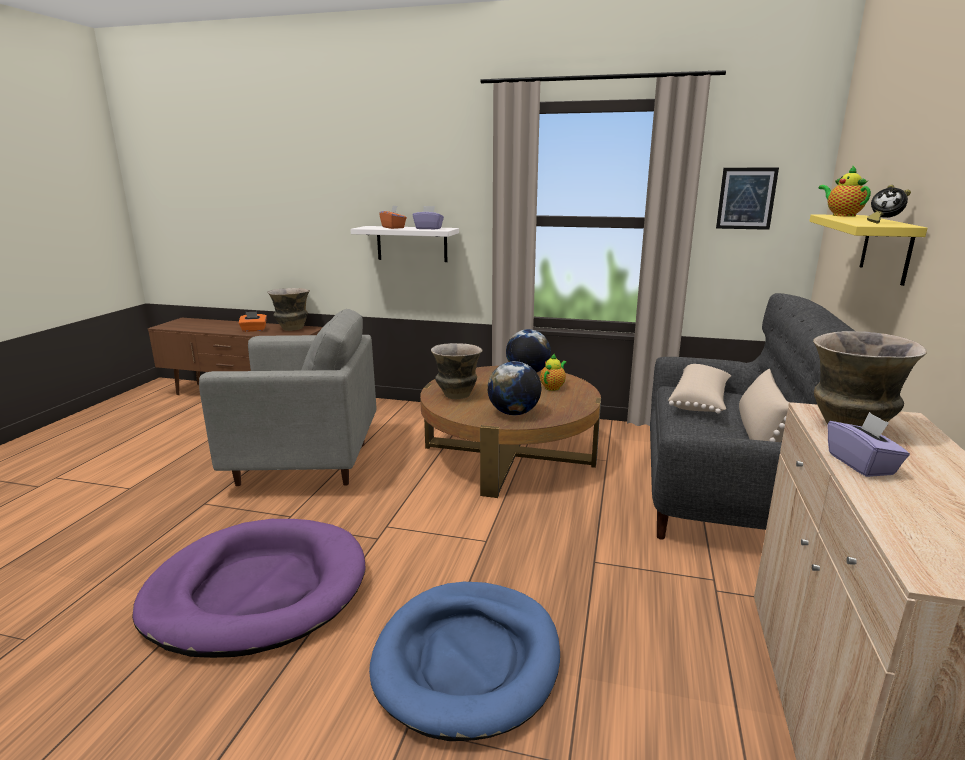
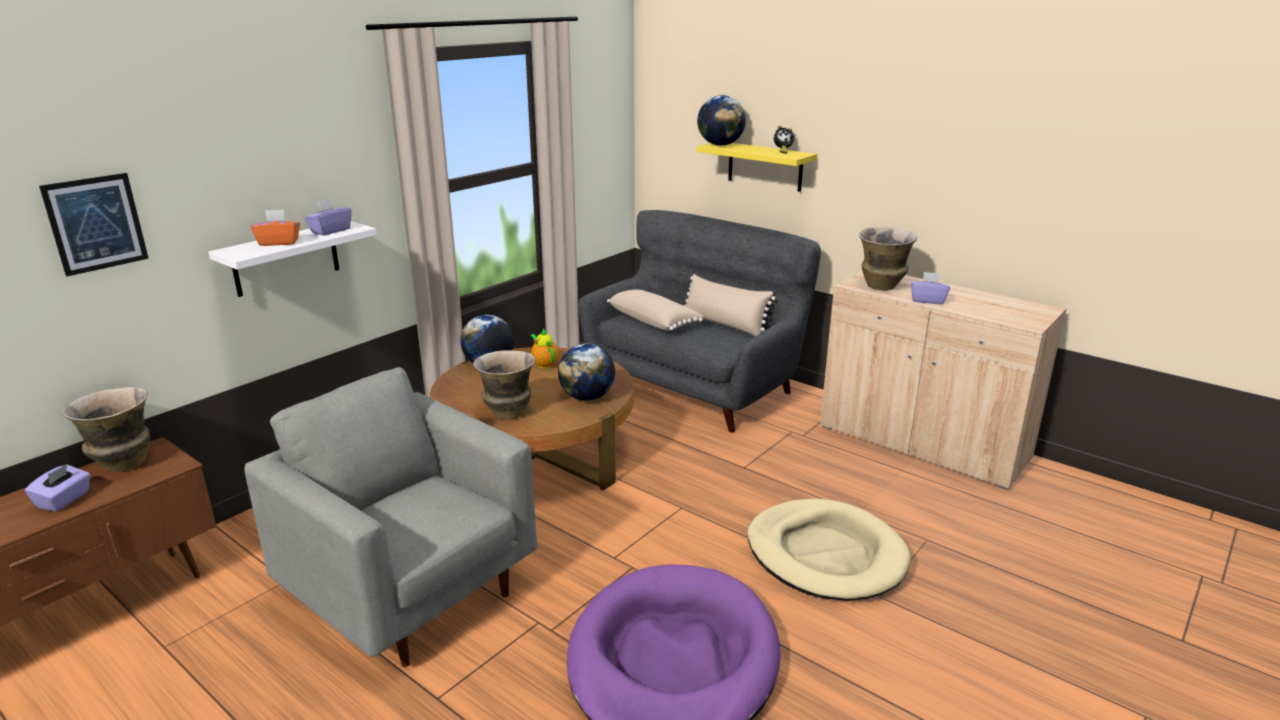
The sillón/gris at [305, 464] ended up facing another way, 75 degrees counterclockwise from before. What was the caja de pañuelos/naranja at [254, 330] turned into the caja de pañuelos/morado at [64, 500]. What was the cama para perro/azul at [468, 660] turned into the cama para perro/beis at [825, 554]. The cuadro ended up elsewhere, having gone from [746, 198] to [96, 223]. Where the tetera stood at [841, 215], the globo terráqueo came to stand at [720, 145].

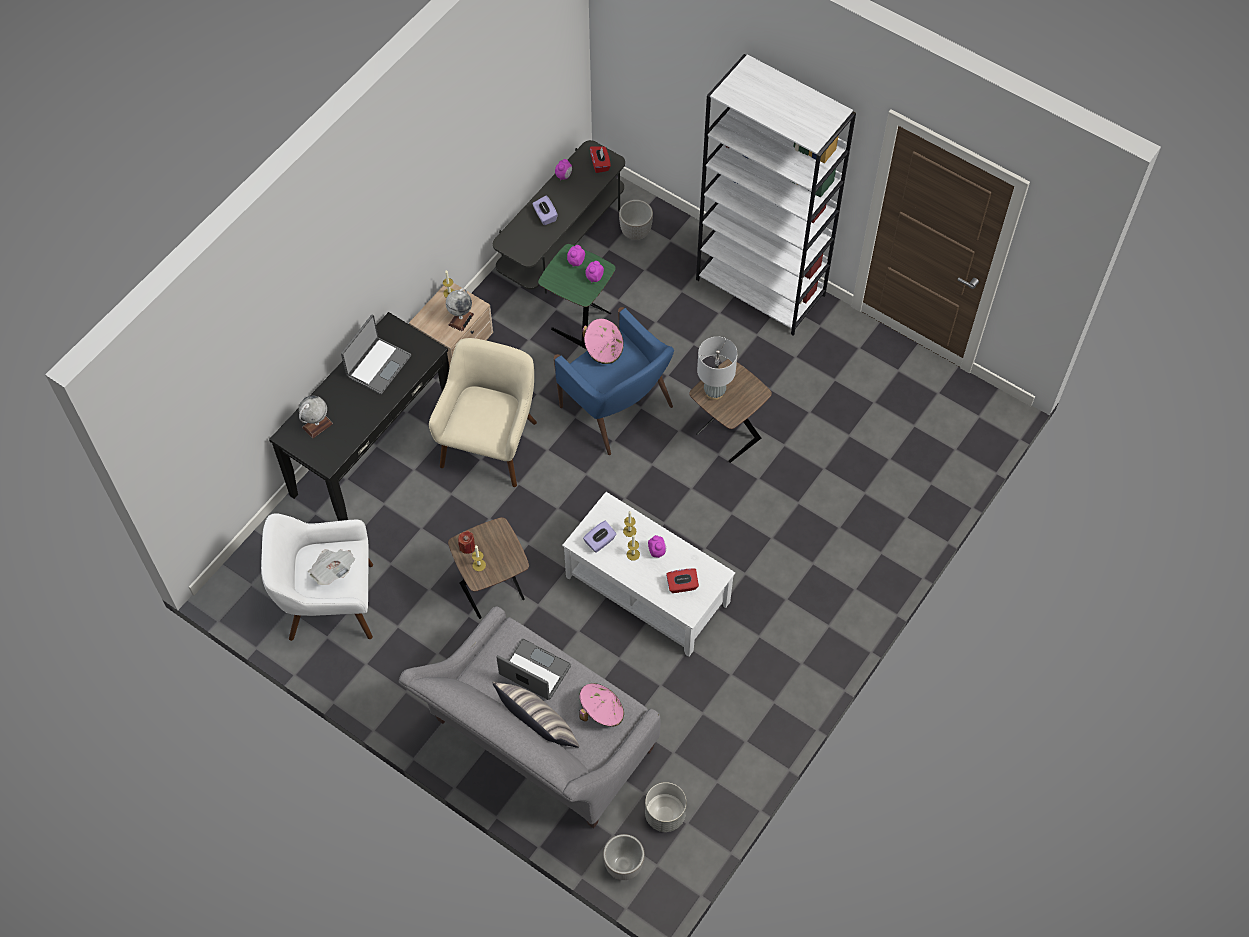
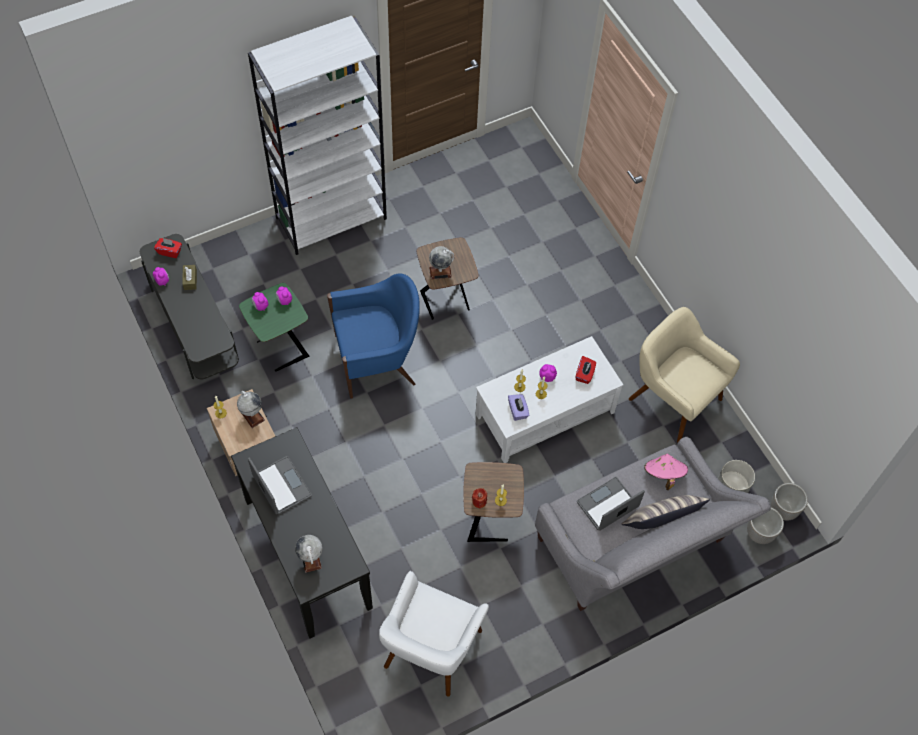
The second view lost the periódico at [333, 571]. The sillón/beis ended up elsewhere, having gone from [490, 443] to [673, 399]. The second view lost the caja de pañuelos/morado at [545, 216]. The second view lost the sombrero/rosa at [603, 349]. The maceta ended up elsewhere, having gone from [636, 232] to [783, 510]. Where the lámpara de mesa/gris stood at [714, 392], the globo terráqueo came to stand at [440, 272]. The second view gained the caja de pañuelos/marrón at [190, 280].

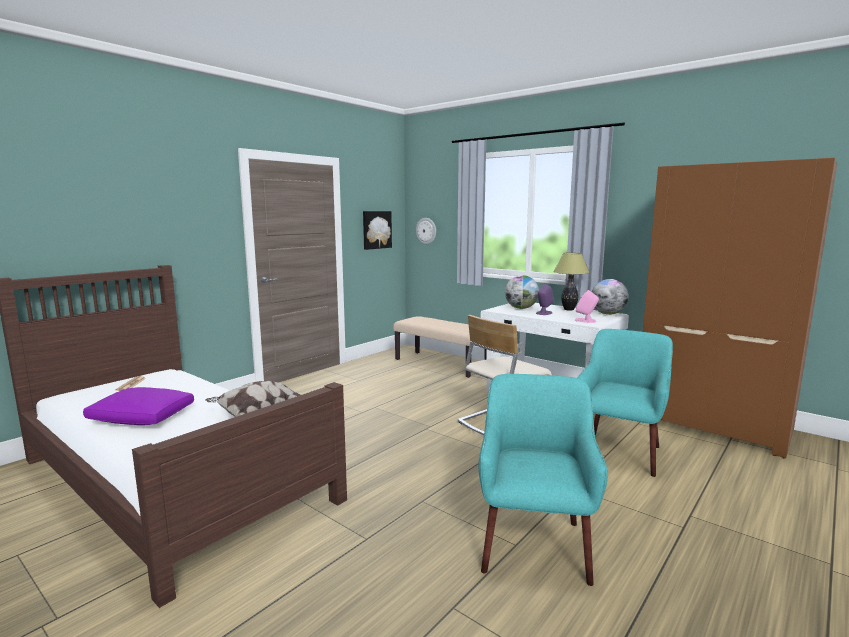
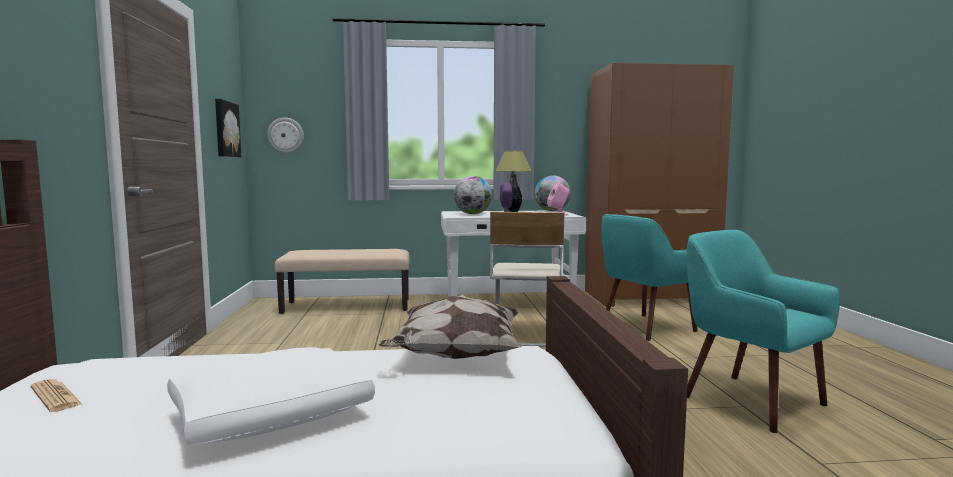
What was the cojín/morado at [141, 418] turned into the cojín/blanco at [270, 417]. The sillón/turquesa at [619, 452] ended up facing another way, 105 degrees counterclockwise from before.

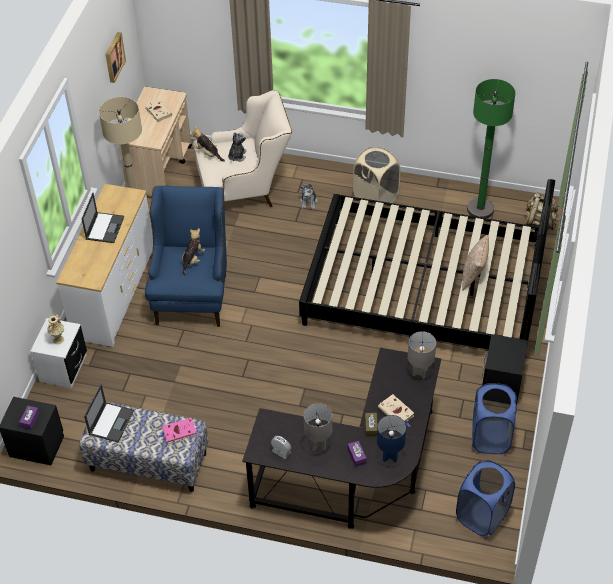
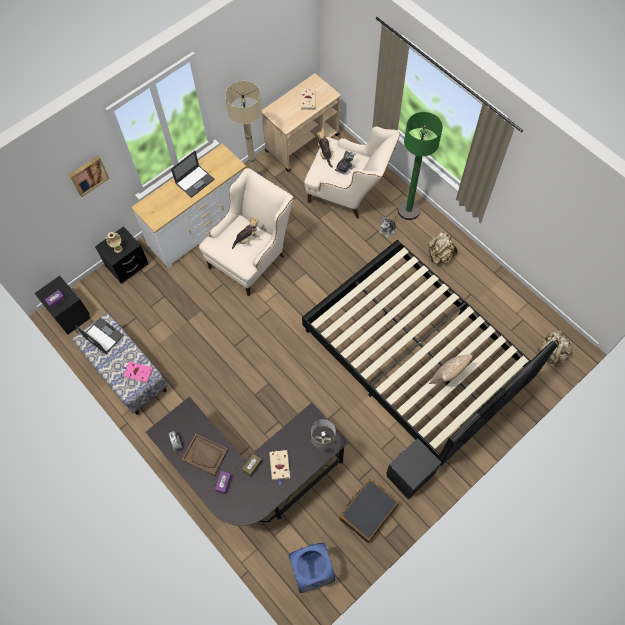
What was the mesita de noche/blanco at [63, 368] turned into the mesita de noche/negro at [127, 265]. The portátil at [111, 422] ended up facing another way, 105 degrees counterclockwise from before. The cuadro ended up elsewhere, having gone from [113, 57] to [88, 175]. What was the sillón/azul at [192, 291] turned into the sillón/beis at [251, 256]. Where the lámpara de mesa/gris stood at [318, 444], the bandeja/marrón came to stand at [205, 455]. Where the cesto de la ropa/beis stood at [375, 198], the mochila/beis came to stand at [439, 255]. The second view lost the lámpara de mesa/azul at [390, 456]. The lámpara de pie/verde ended up elsewhere, having gone from [480, 209] to [408, 210]. Where the cesto de la ropa/azul stood at [490, 437], the maleta/negro came to stand at [368, 512].

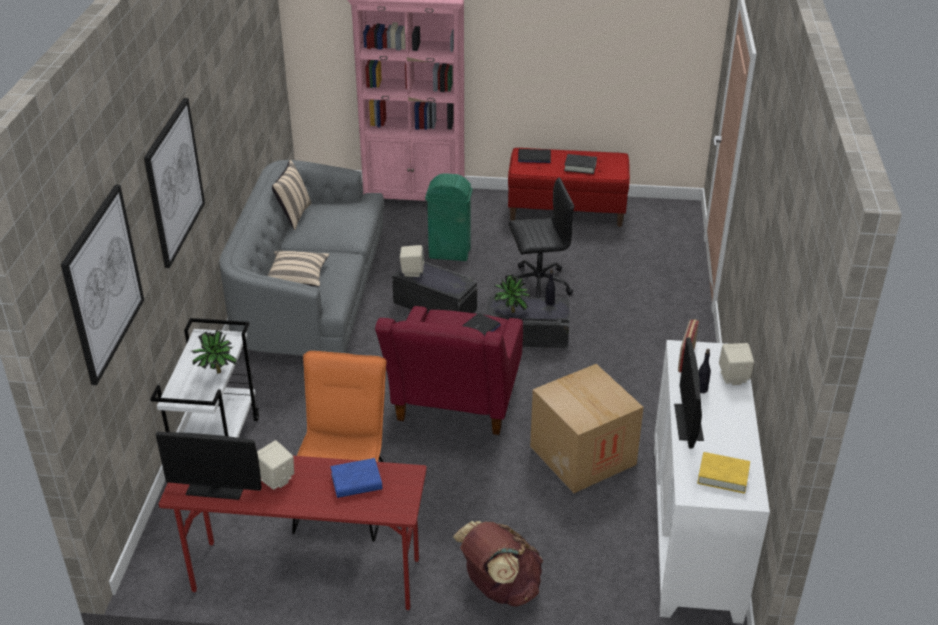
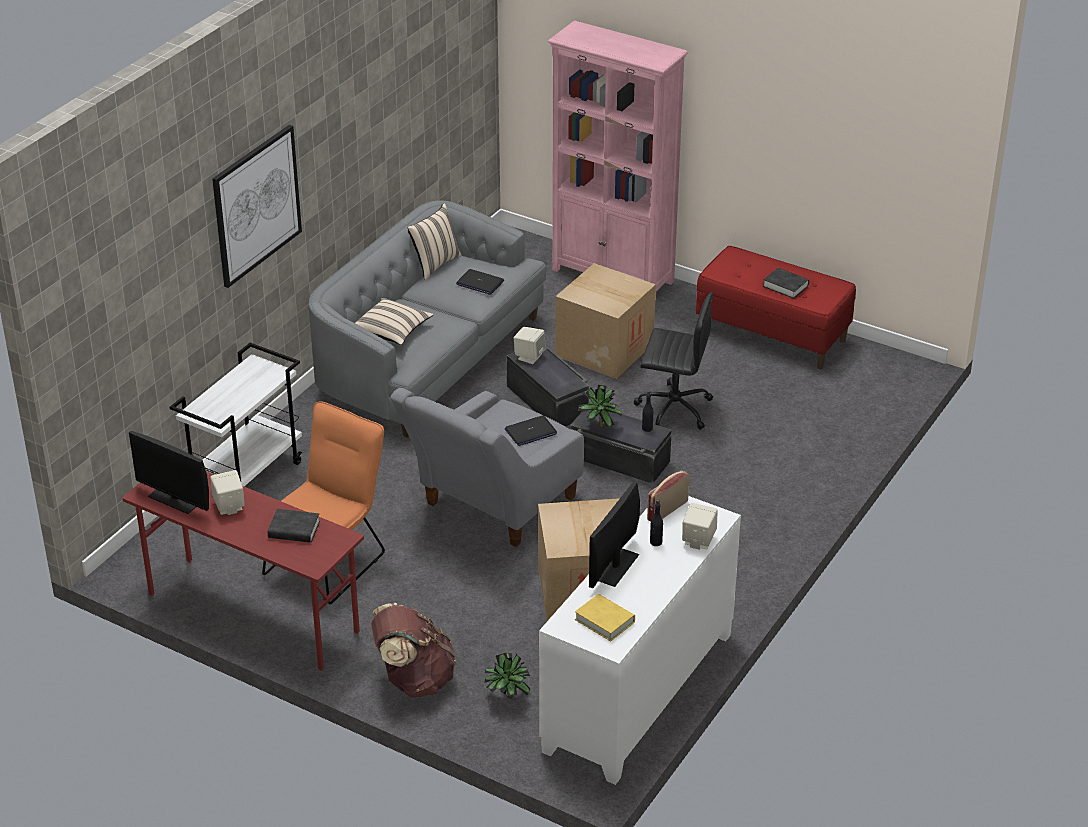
The second view lost the cuadro at [103, 283]. The planta en maceta ended up elsewhere, having gone from [216, 374] to [507, 698]. What was the libro/azul at [356, 482] turned into the libro/negro at [294, 530]. What was the sillón/rojo at [454, 406] turned into the sillón/gris at [492, 507]. Where the papelera/verde stood at [450, 254], the caja de cartón came to stand at [604, 350]. The portátil ended up elsewhere, having gone from [534, 157] to [479, 283].

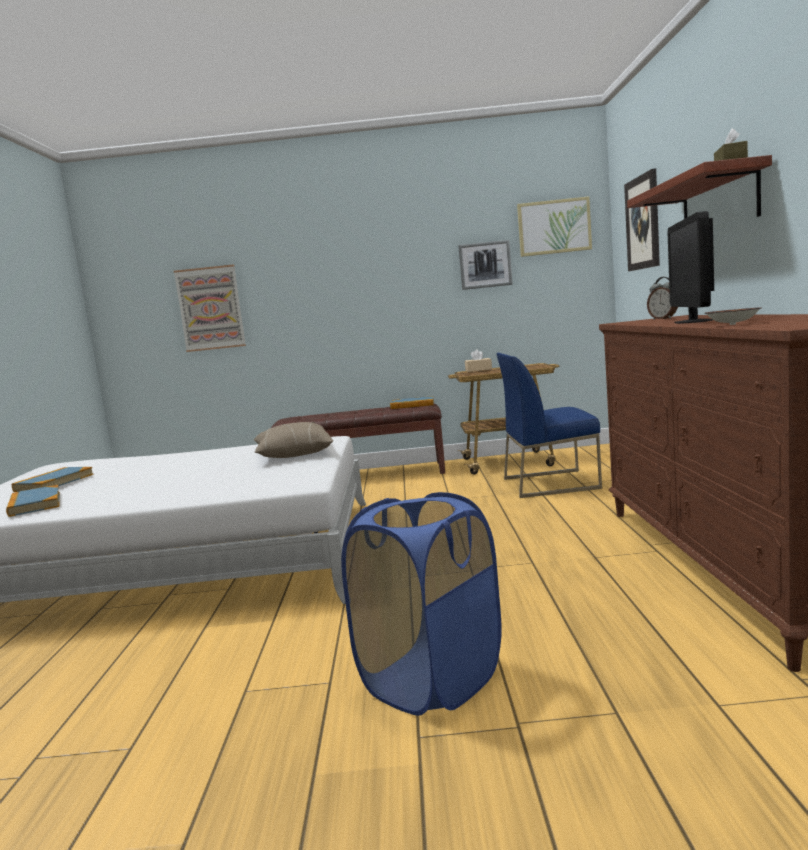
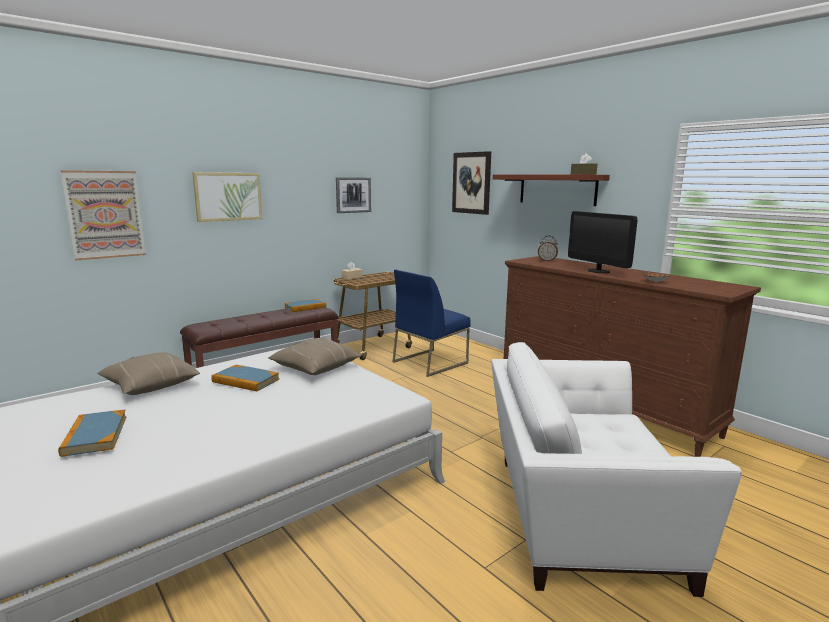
The libro ended up elsewhere, having gone from [35, 504] to [245, 381]. Where the cesto de la ropa/azul stood at [431, 680], the sillón/blanco came to stand at [576, 516]. The cuadro ended up elsewhere, having gone from [554, 227] to [228, 196]. The second view gained the cojín/beis at [150, 386].

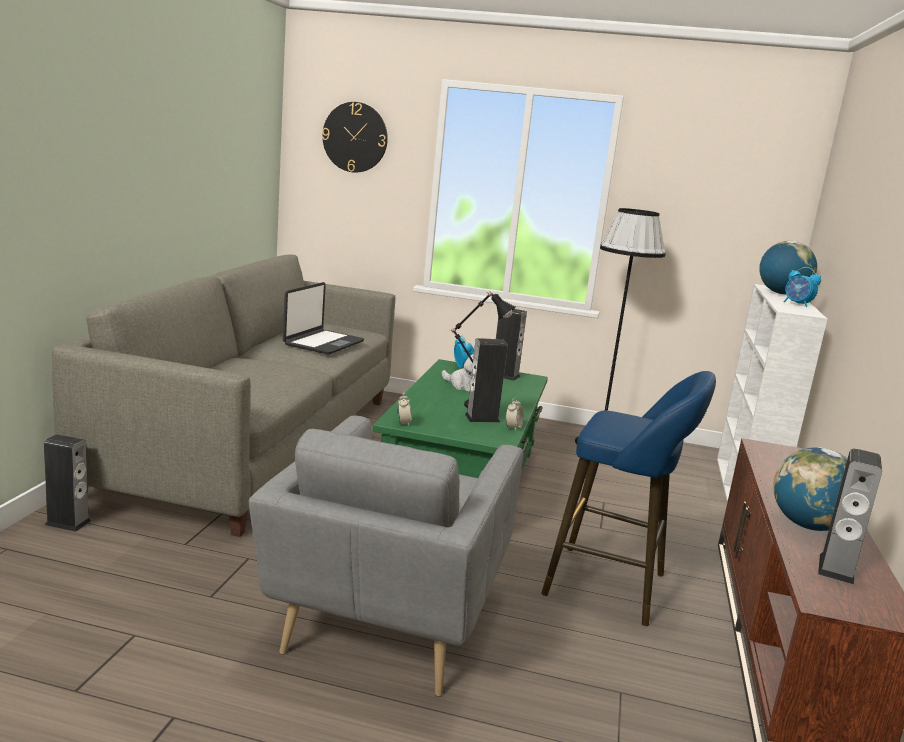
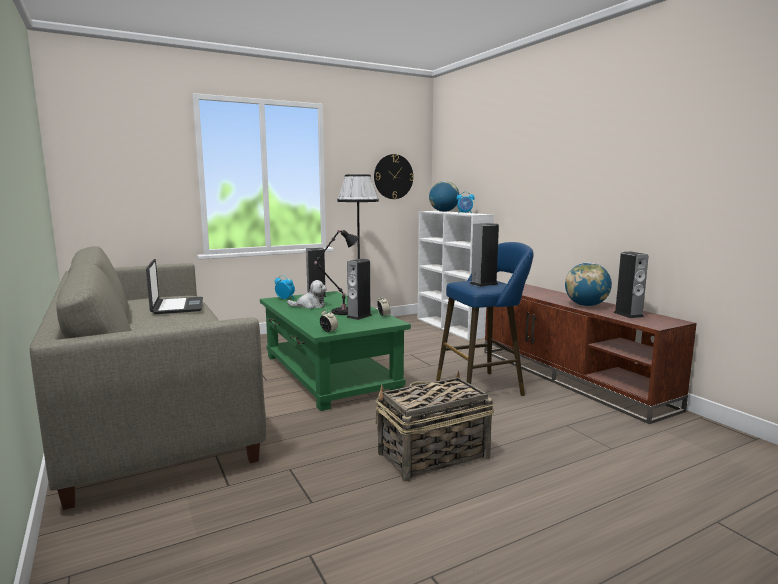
The altavoz ended up elsewhere, having gone from [68, 523] to [483, 284]. Where the sillón/gris stood at [386, 623], the cesta came to stand at [432, 456]. The reloj de pared ended up elsewhere, having gone from [355, 137] to [393, 176].

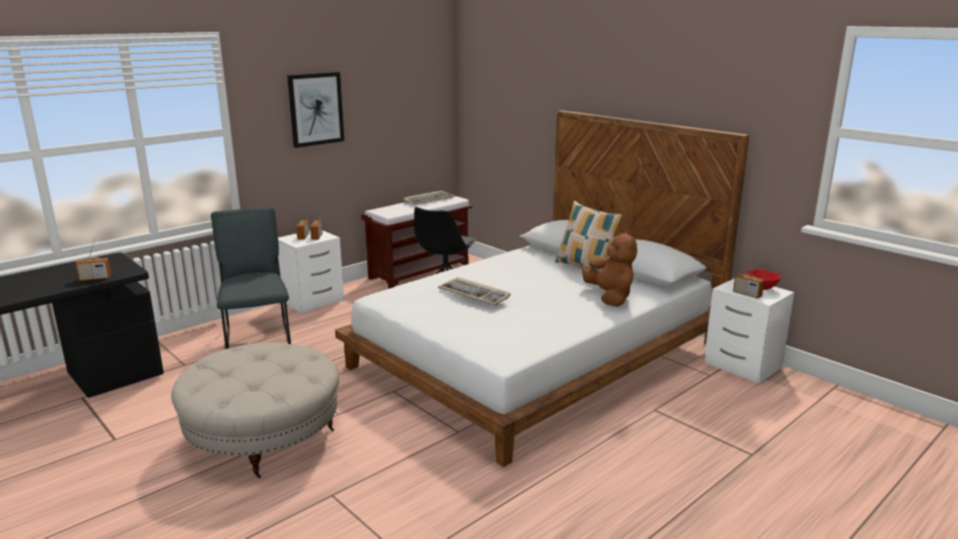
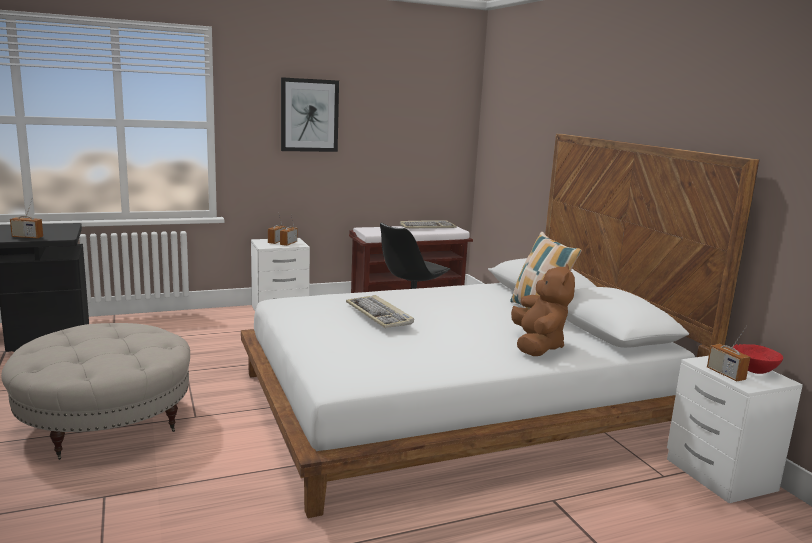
The second view lost the silla/gris at [258, 338].

